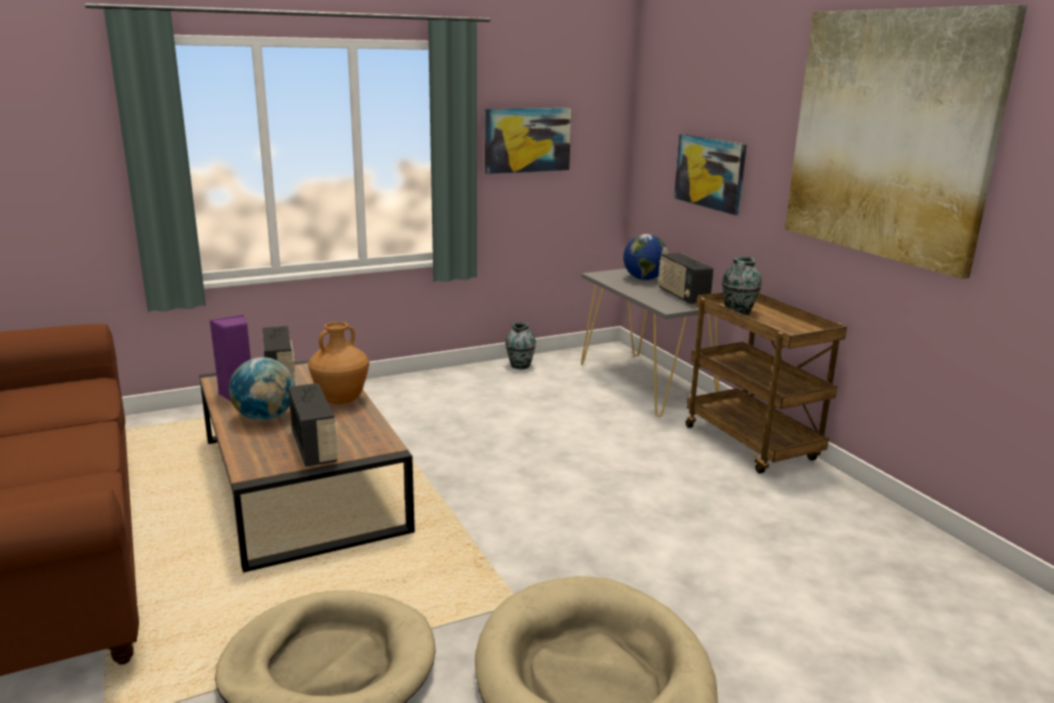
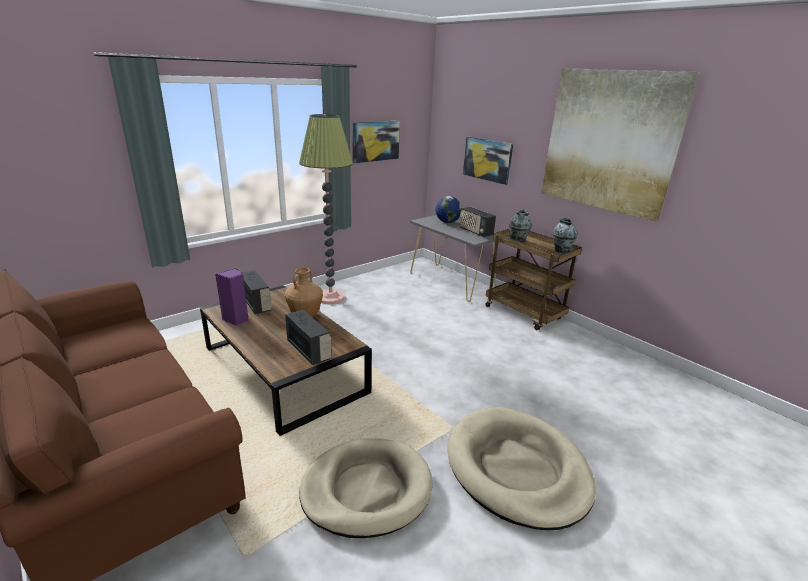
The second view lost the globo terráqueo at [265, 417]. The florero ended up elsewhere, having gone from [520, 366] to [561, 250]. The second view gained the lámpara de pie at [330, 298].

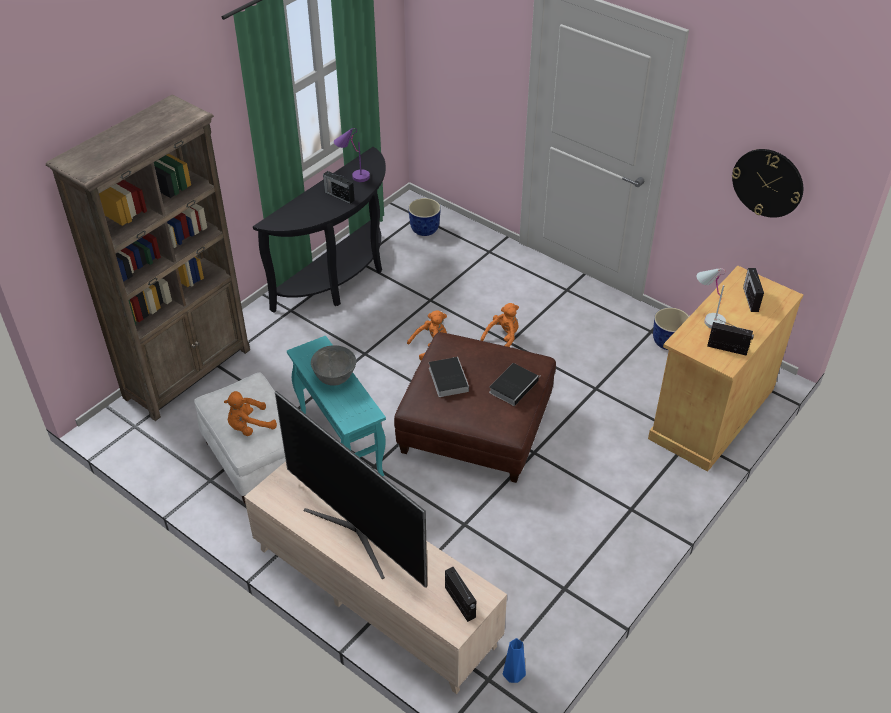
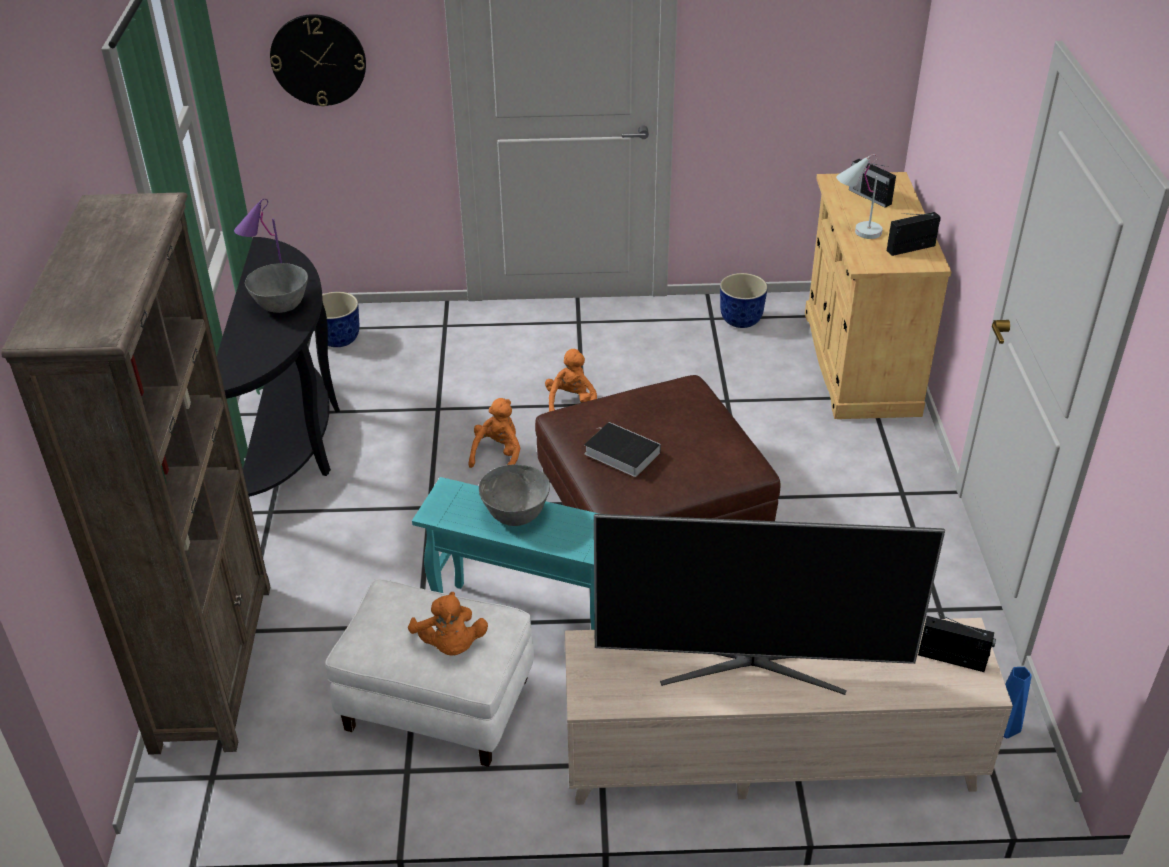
The peluche/naranja at [249, 426] ended up facing another way, 45 degrees counterclockwise from before. Where the radio stood at [339, 196], the cuenco/gris came to stand at [282, 307]. The second view lost the libro at [514, 385]. The reloj de pared ended up elsewhere, having gone from [767, 182] to [318, 60].

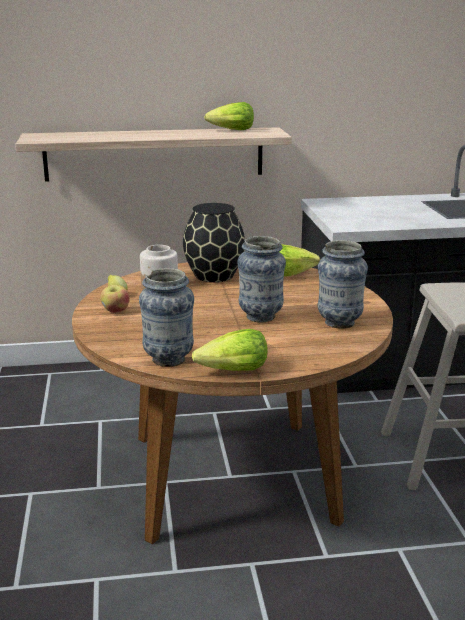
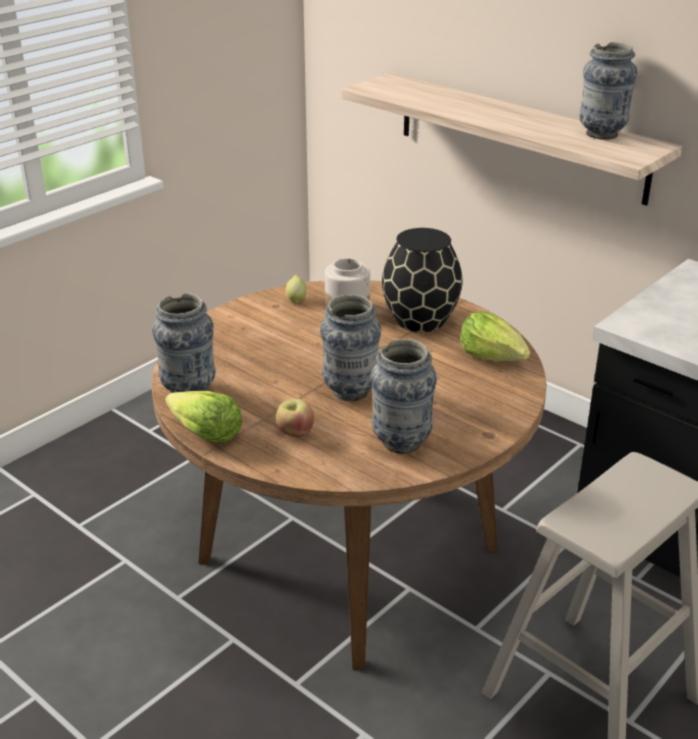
The manzana ended up elsewhere, having gone from [115, 311] to [295, 432]. Where the lechuga stood at [232, 130], the florero came to stand at [601, 134].

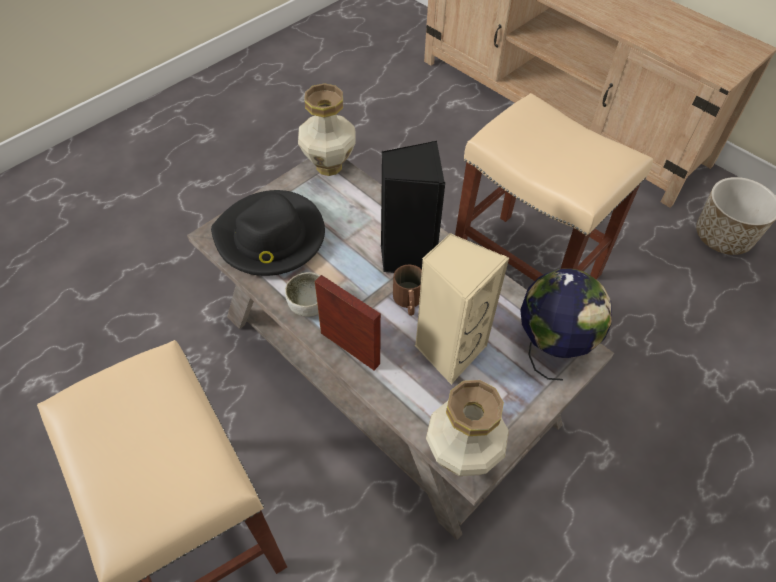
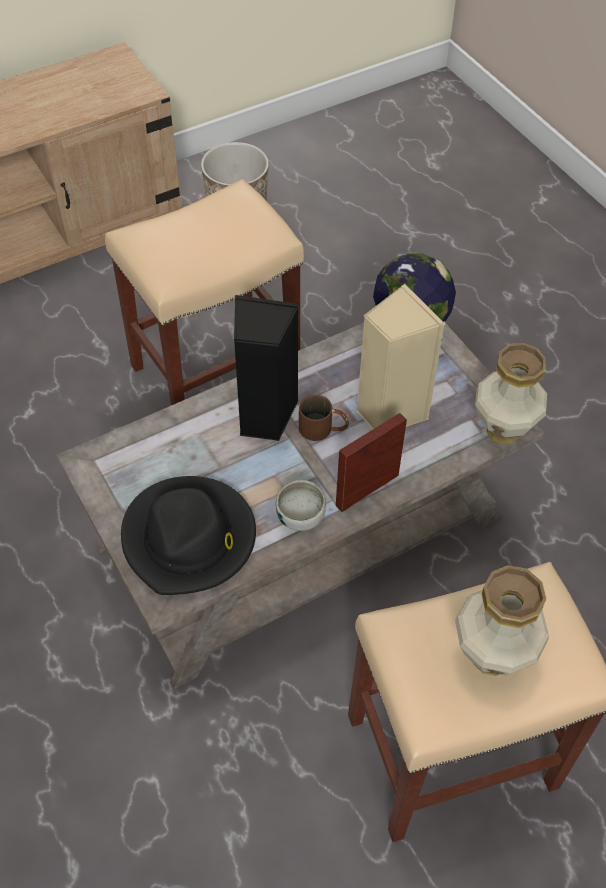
The florero ended up elsewhere, having gone from [330, 166] to [491, 655].

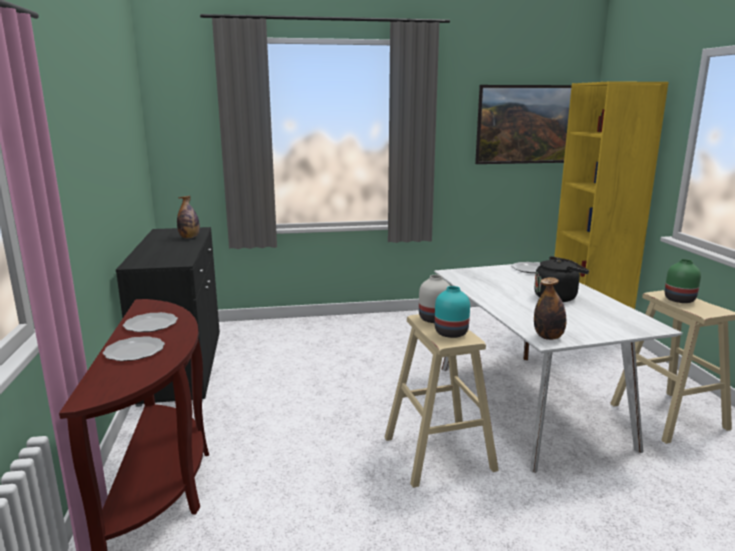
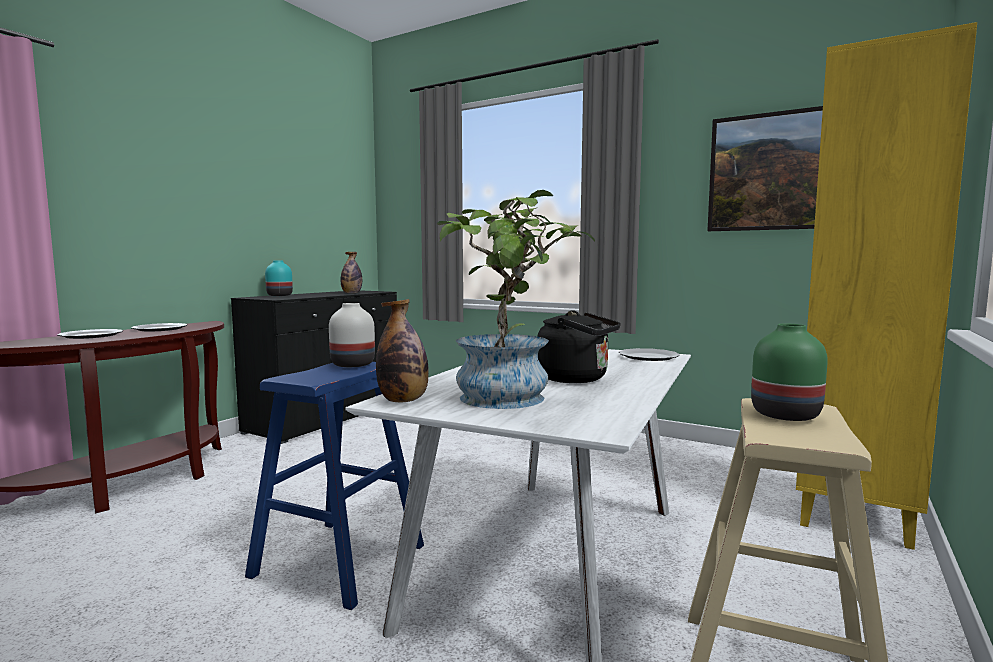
What was the taburete/beis at [438, 453] turned into the taburete/azul at [339, 560]. The florero/turquesa ended up elsewhere, having gone from [451, 333] to [279, 295]. The second view gained the planta en maceta at [509, 400].

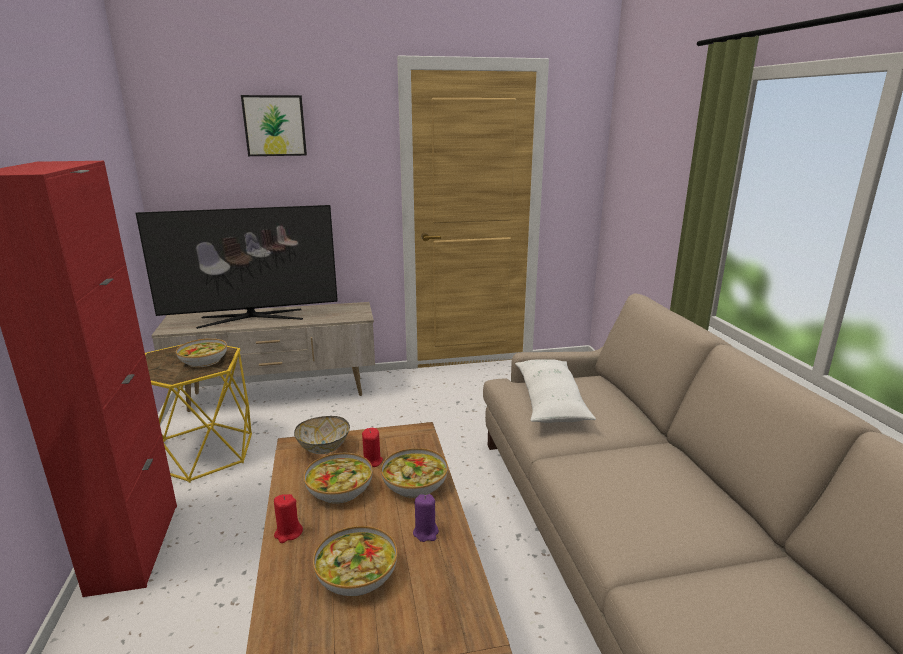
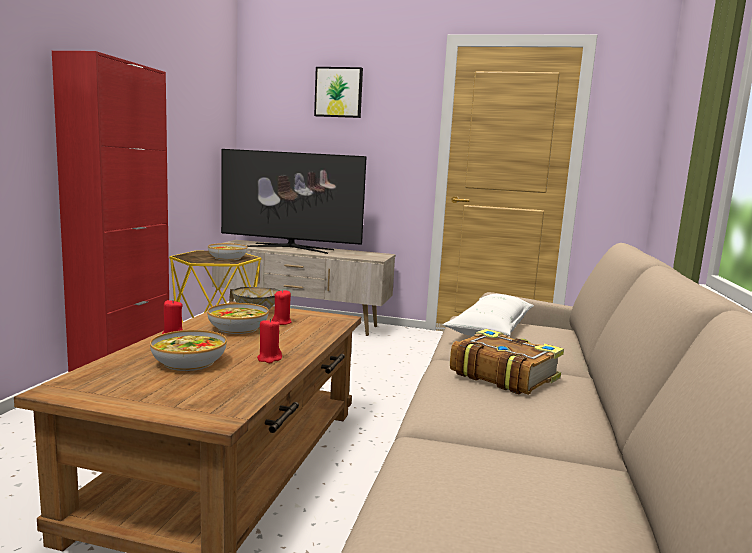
The second view lost the cuenco at [415, 484]. What was the vela/morado at [426, 532] turned into the vela/rojo at [269, 359]. The second view gained the libro at [503, 375].

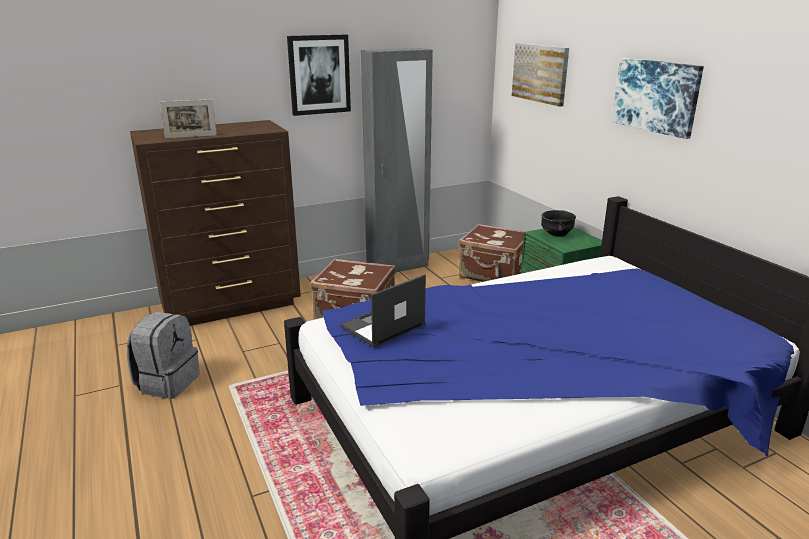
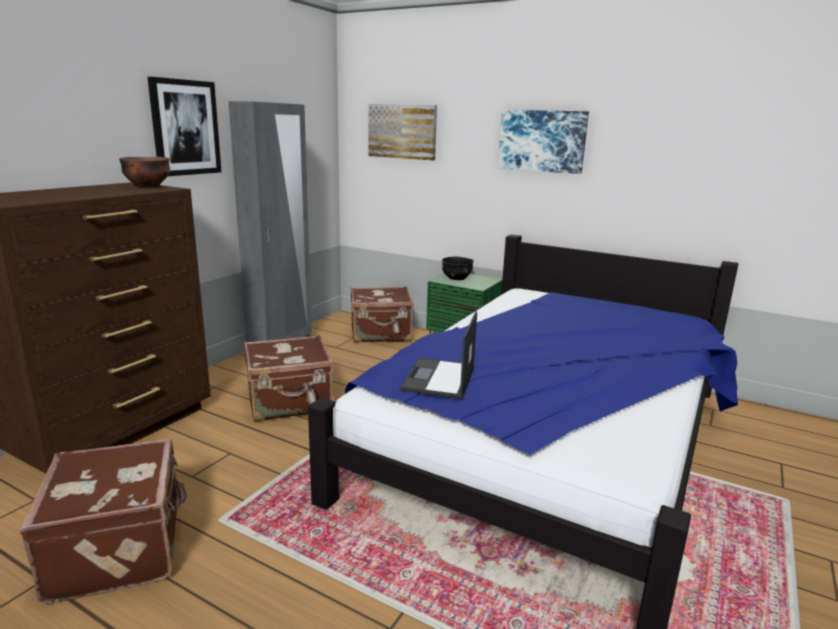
Where the mochila/gris stood at [167, 382], the maleta/marrón came to stand at [121, 548]. The second view lost the portarretratos at [191, 136]. The second view gained the cuenco/marrón at [148, 186].

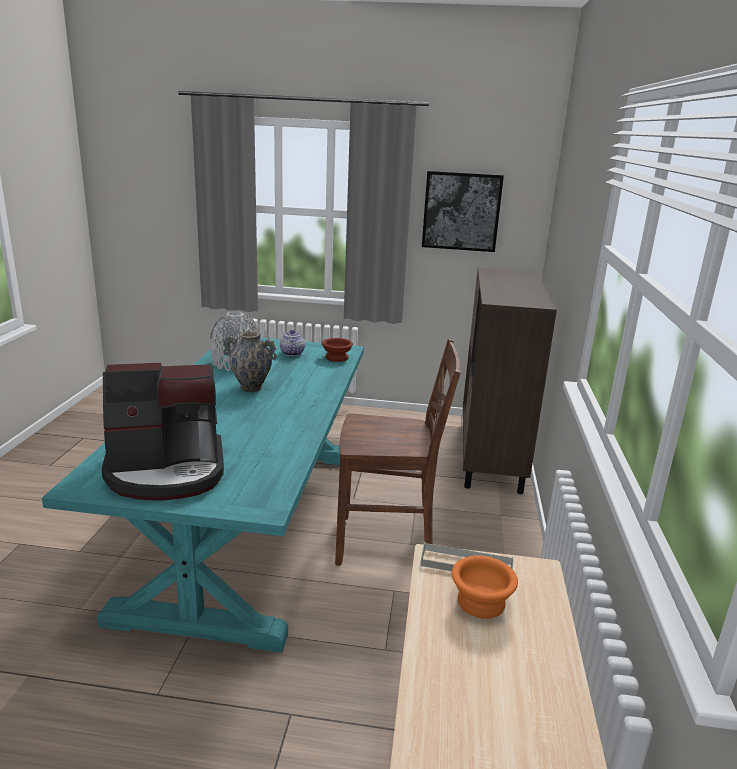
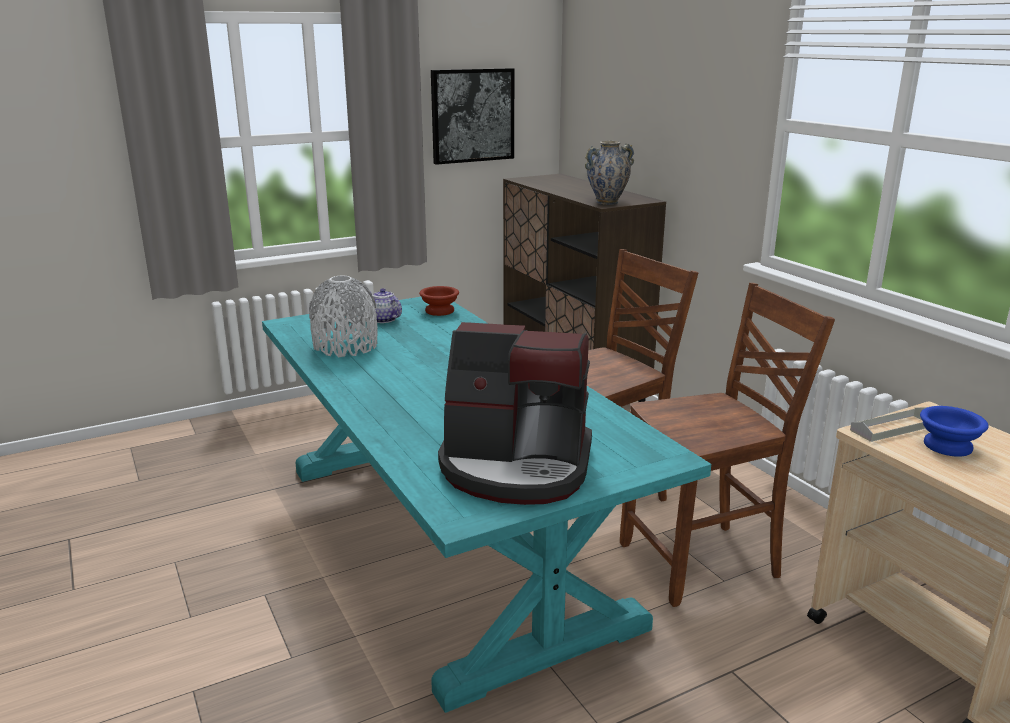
The cafetera at [167, 471] ended up facing another way, 60 degrees clockwise from before. The florero ended up elsewhere, having gone from [251, 388] to [607, 202]. What was the cuenco/naranja at [483, 602] turned into the cuenco/azul at [949, 446]. The second view gained the silla/marrón at [703, 562].

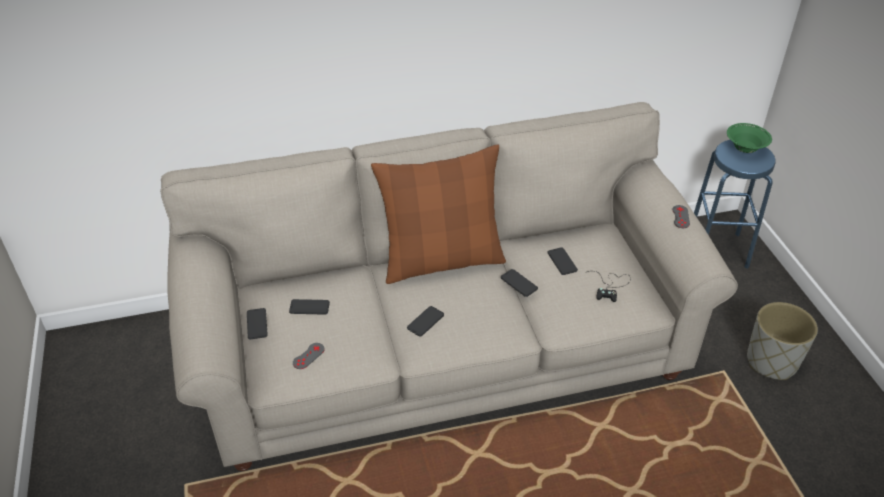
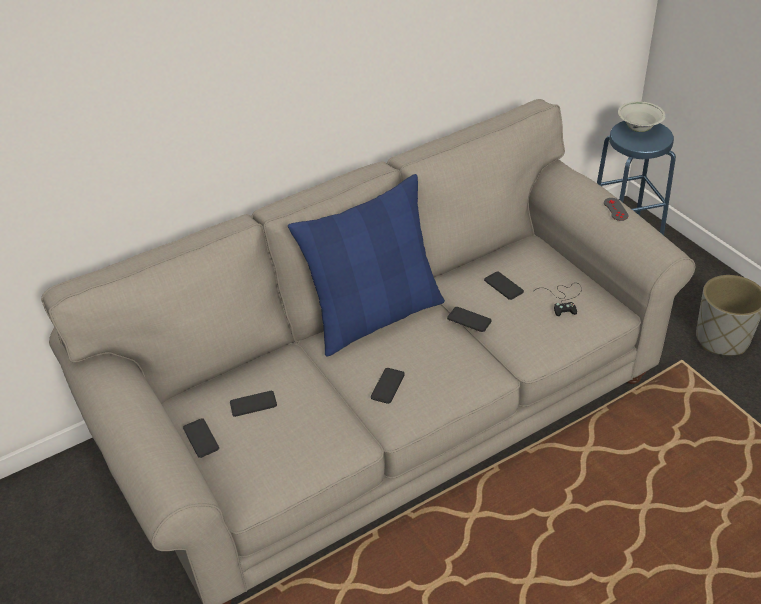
The second view lost the mando de consola/gris at [308, 356]. What was the cojín/marrón at [442, 261] turned into the cojín/azul at [375, 317]. What was the cuenco/verde at [745, 149] turned into the cuenco/blanco at [638, 129].

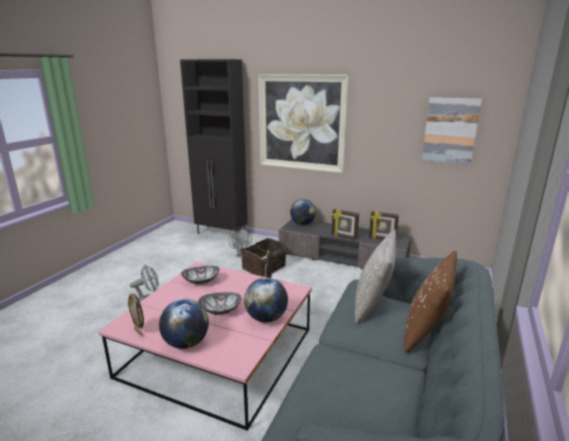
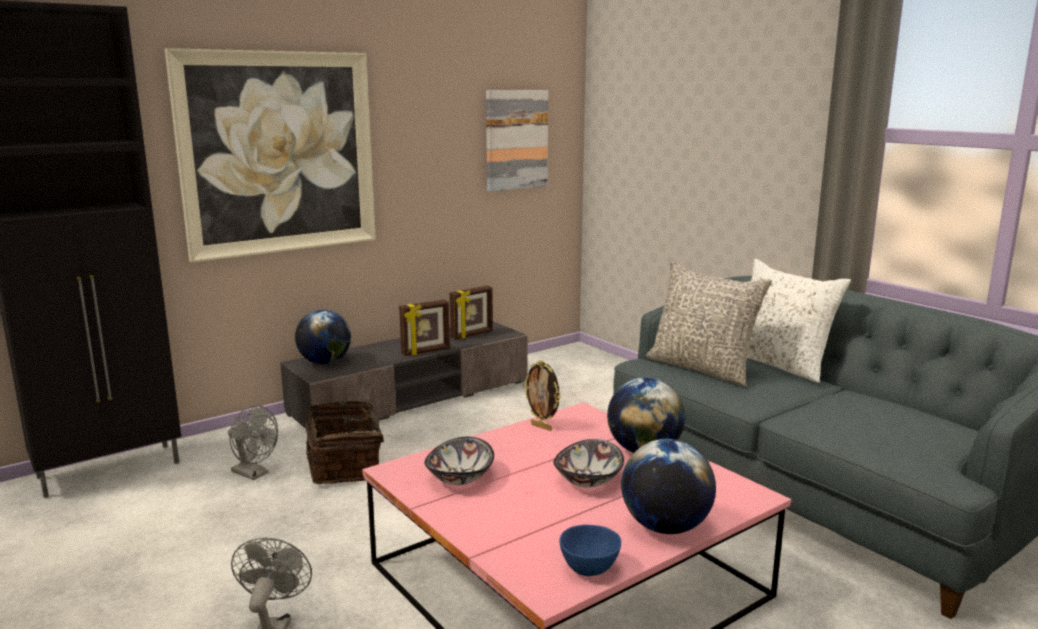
Where the portarretratos stood at [139, 332], the cuenco/azul came to stand at [590, 569]. What was the cojín/marrón at [425, 331] turned into the cojín/blanco at [779, 364].

